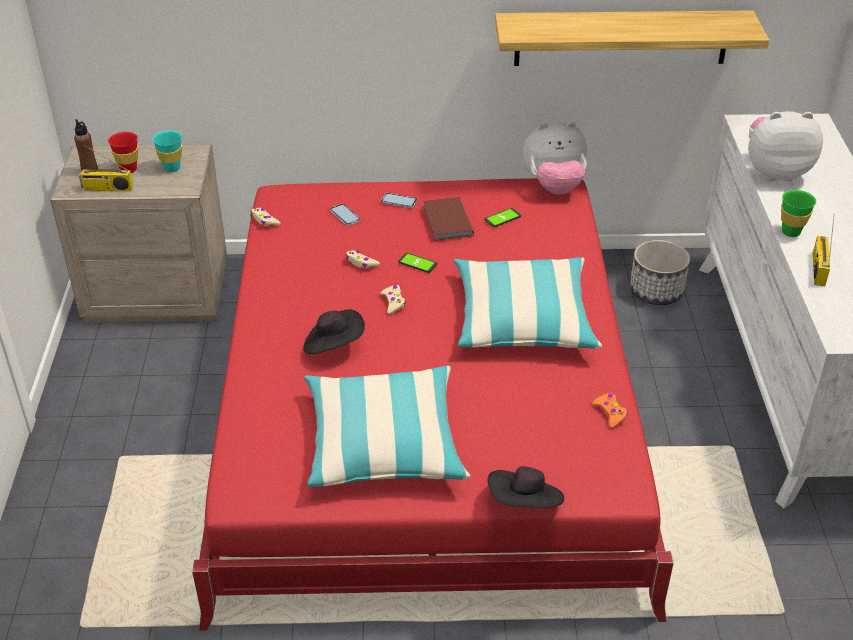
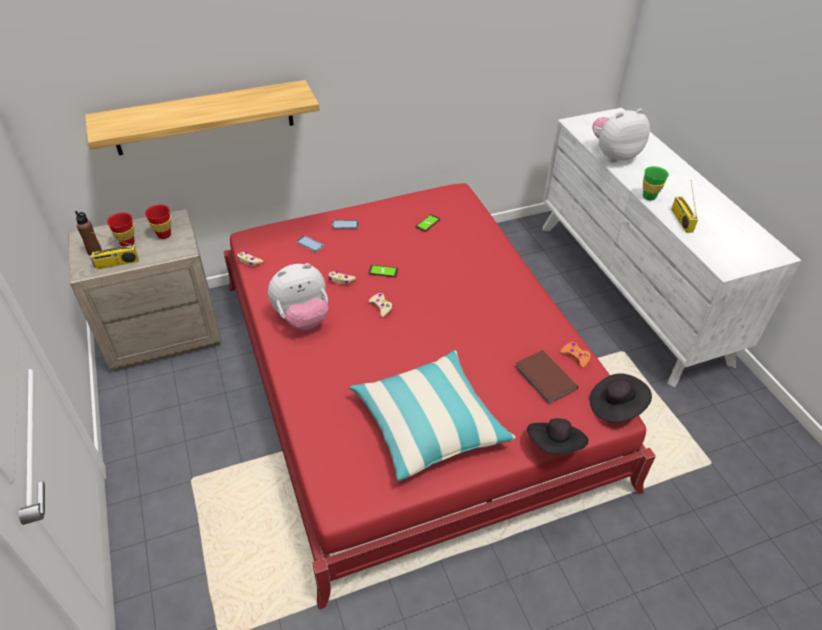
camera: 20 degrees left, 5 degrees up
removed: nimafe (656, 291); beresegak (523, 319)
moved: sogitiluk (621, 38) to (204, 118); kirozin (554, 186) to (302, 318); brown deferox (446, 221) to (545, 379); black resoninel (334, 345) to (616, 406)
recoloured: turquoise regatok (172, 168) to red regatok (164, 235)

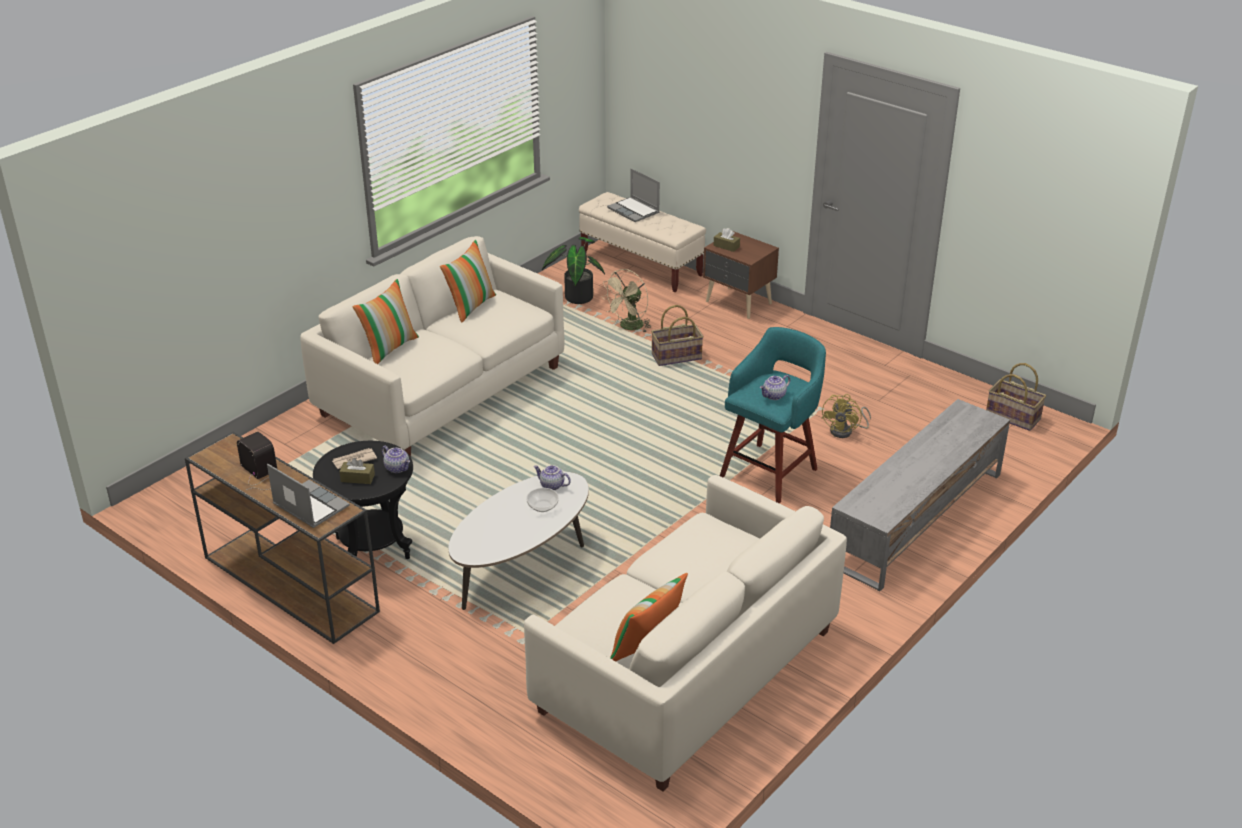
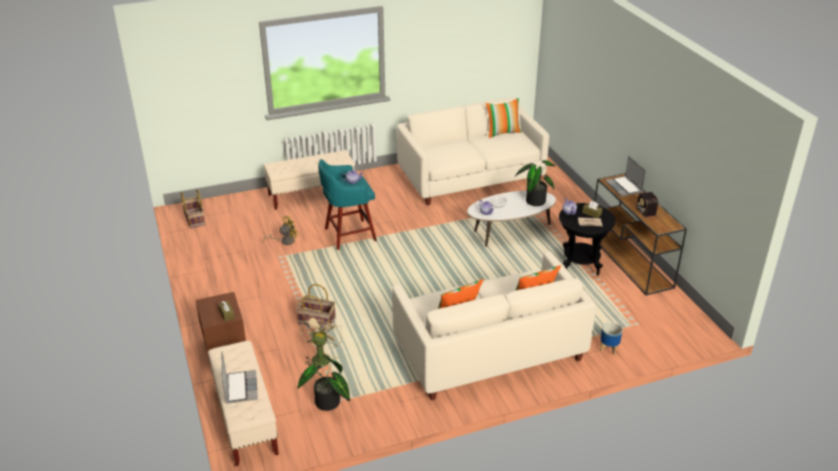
camera: 150 degrees left, 0 degrees up
added: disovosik (534, 200); nimafe (608, 349)
replaced: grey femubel (915, 518) to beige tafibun (311, 195)
turned: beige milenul (628, 327) = (321, 357) 60 degrees counterclockwise

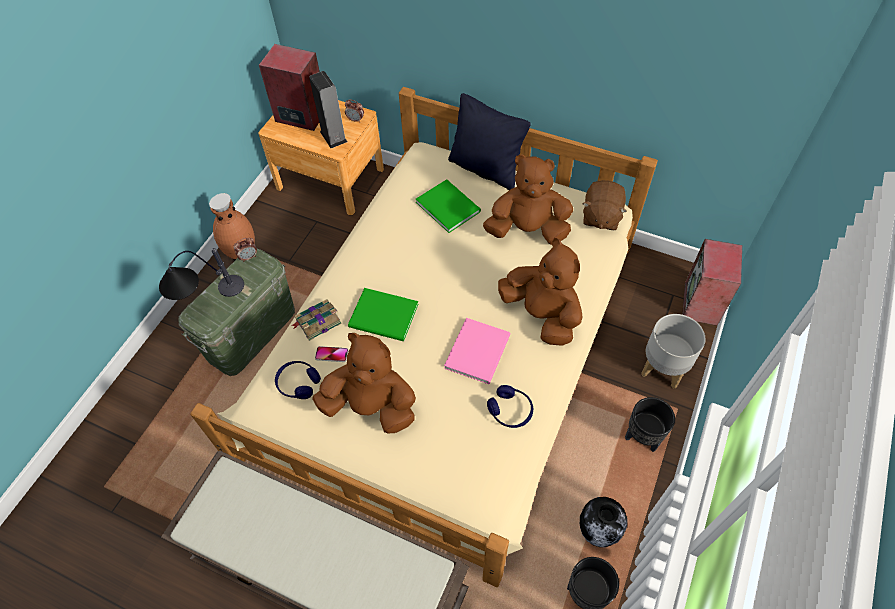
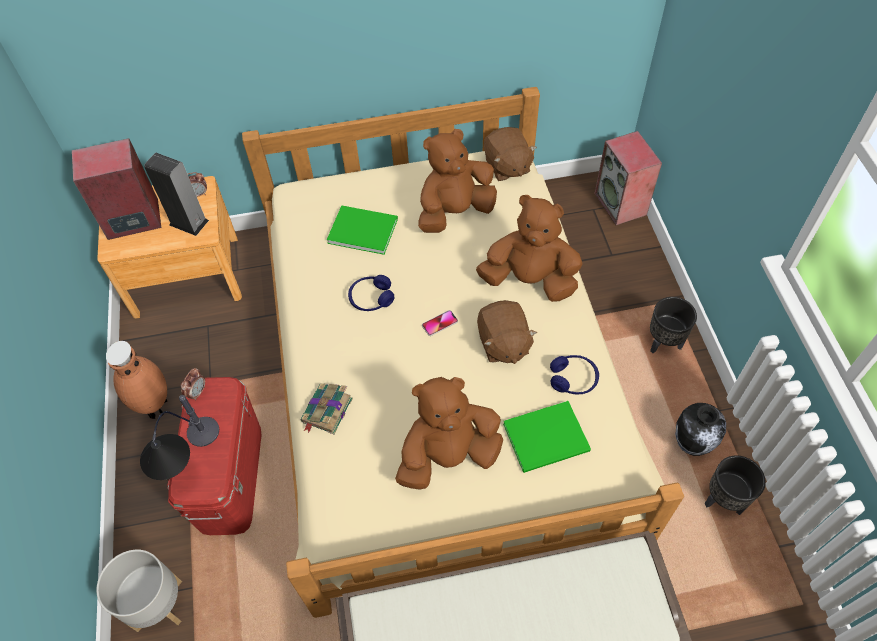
camera: 35 degrees left, 0 degrees up
removed: black beresegak (485, 169)
moved: green deferox (385, 317) to (549, 438); grey nimafe (662, 368) to (158, 605); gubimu (331, 354) to (440, 323); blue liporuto (298, 383) to (371, 298)
replaced: pink deferox (479, 350) to brown kirozin (503, 343)
recoloured: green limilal (251, 333) to red limilal (230, 477)

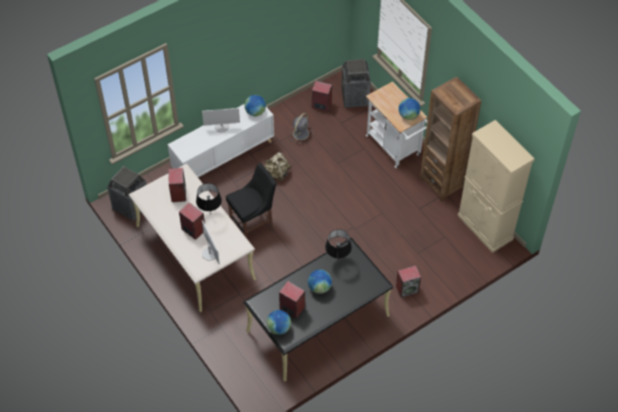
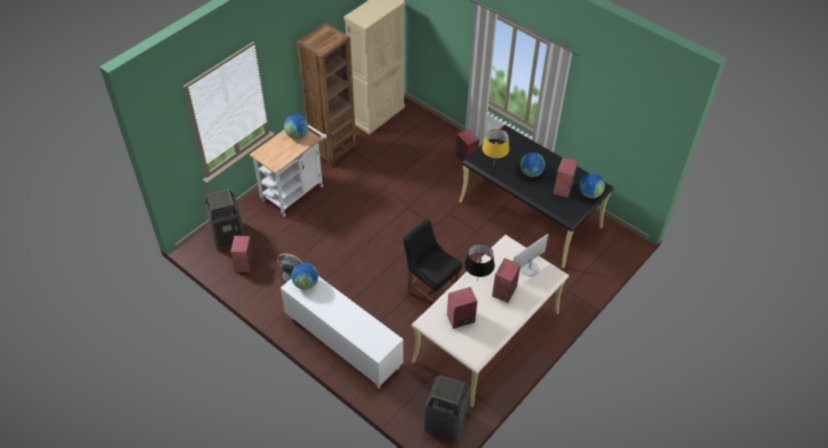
camera: 105 degrees left, 5 degrees down
removed: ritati (222, 126); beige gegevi (277, 173)
recoloured: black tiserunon (337, 260) to yellow tiserunon (493, 165)

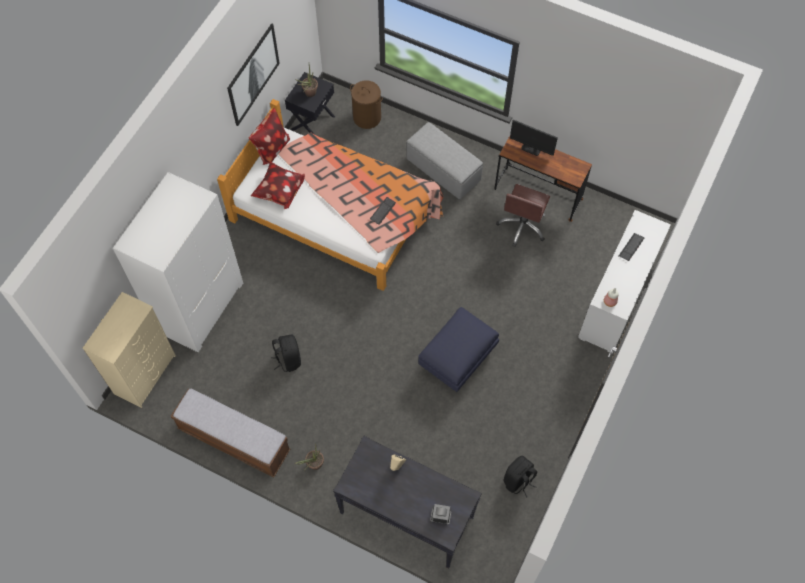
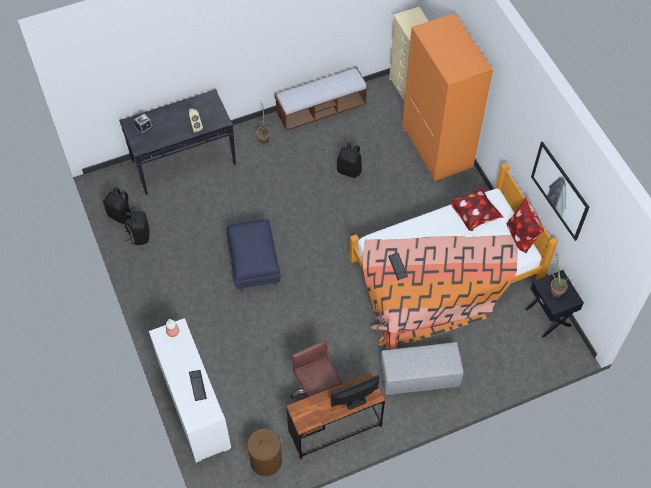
camera: 130 degrees right, 5 degrees down
added: black gegevi (121, 215)
moved: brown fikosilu (367, 117) to (266, 461)
recoloured: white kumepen (199, 306) to orange kumepen (437, 147)

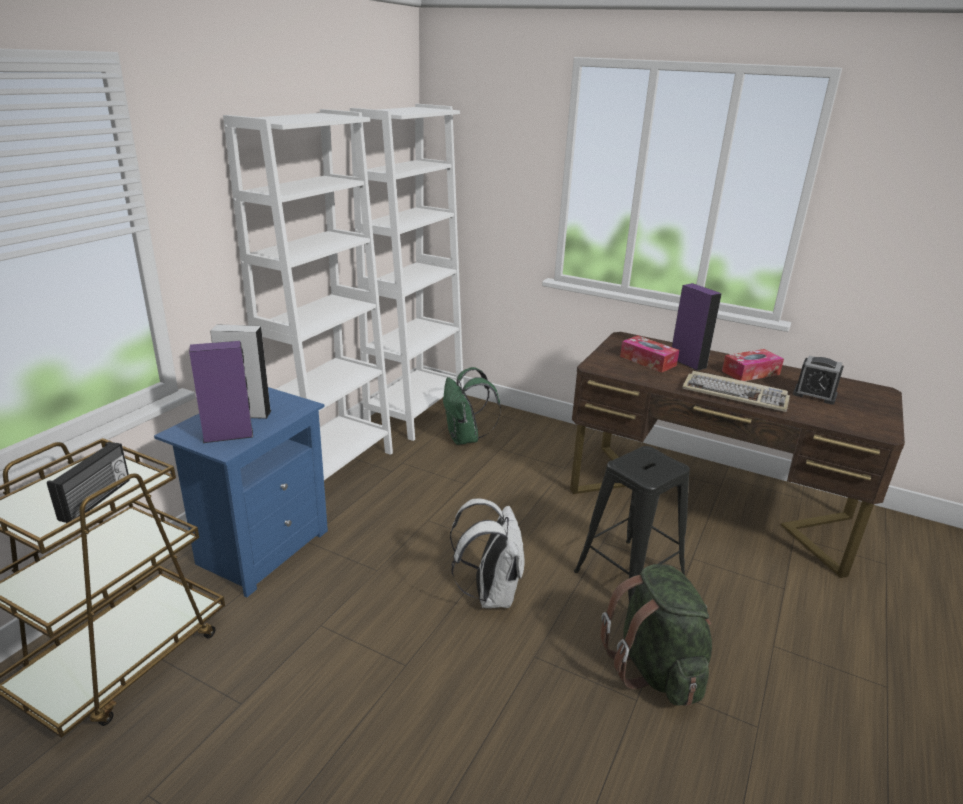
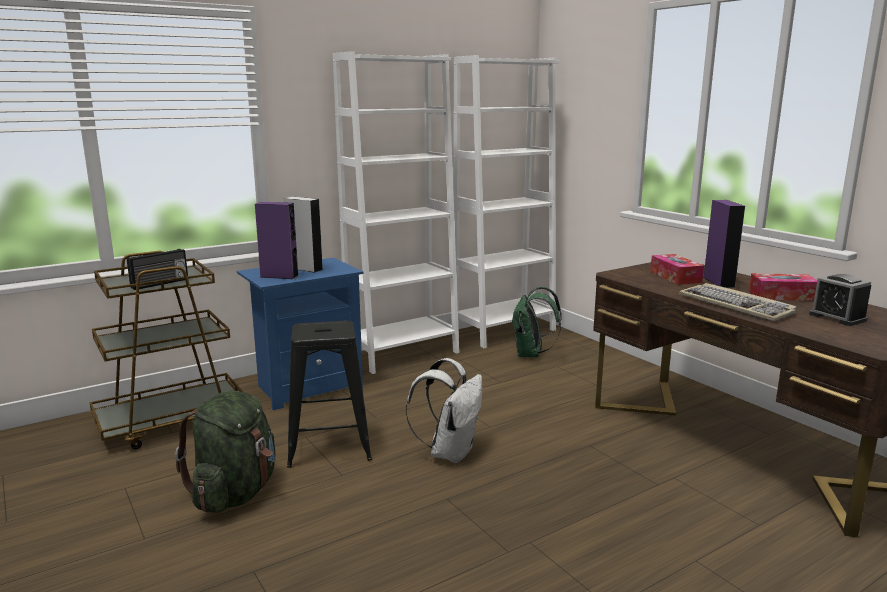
camera: 30 degrees right, 10 degrees down
moved: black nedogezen (629, 575) to (329, 446); green gegevi (655, 668) to (235, 493)

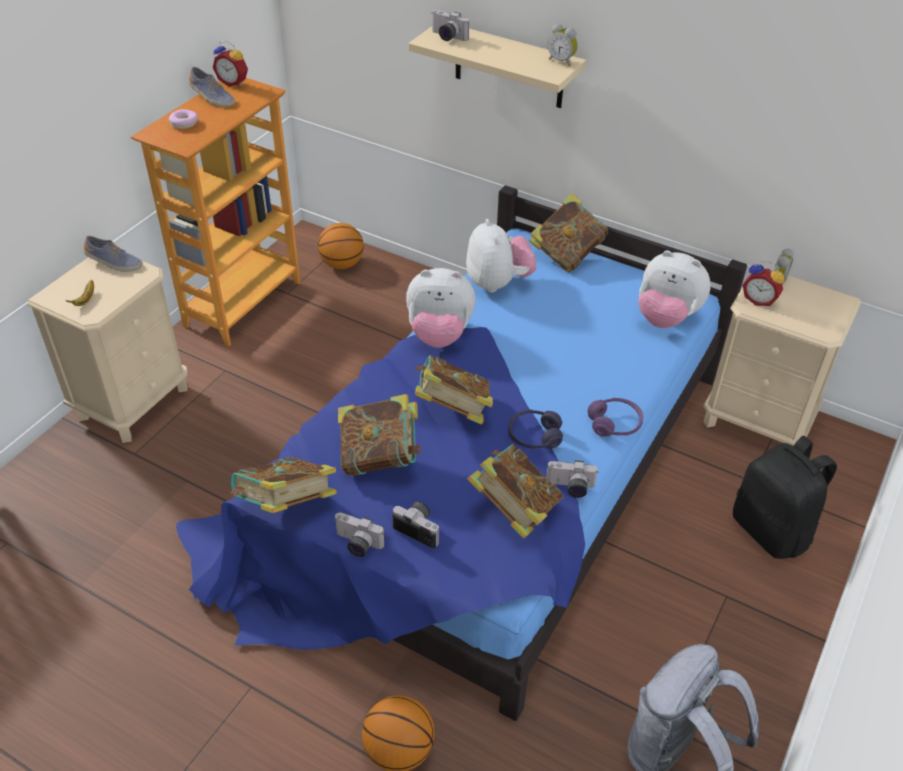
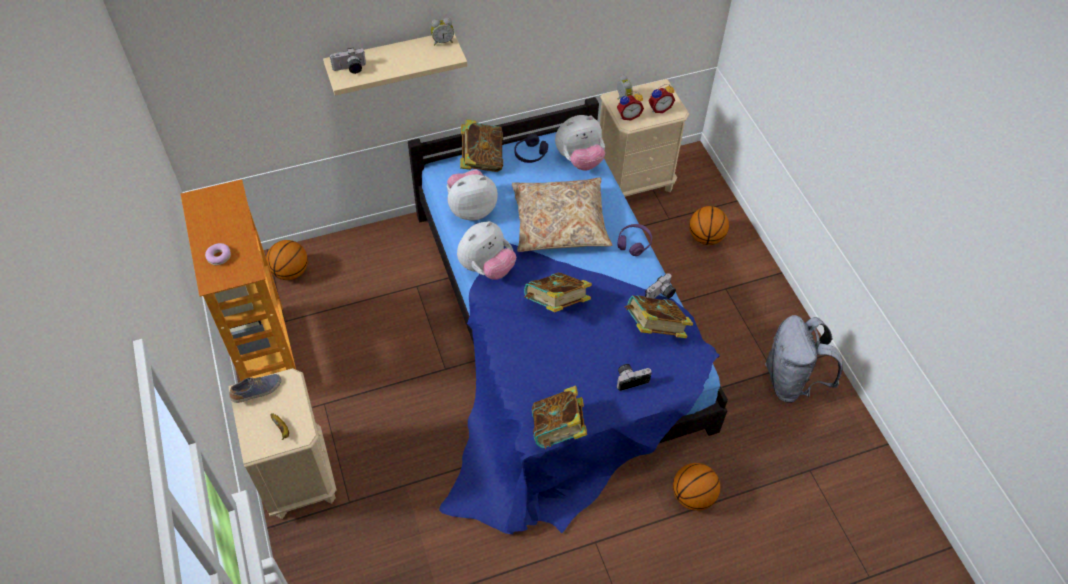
camera: 50 degrees left, 10 degrees up
removed: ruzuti (212, 98); deferox (380, 457); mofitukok (357, 544)
added: beige beresegak (560, 223)
moved: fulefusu (234, 82) to (659, 108); purple liporuto (534, 436) to (530, 154)
replaced: black gegevi (772, 530) to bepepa (706, 237)
turned: kirozin (498, 283) = (471, 209) 45 degrees counterclockwise

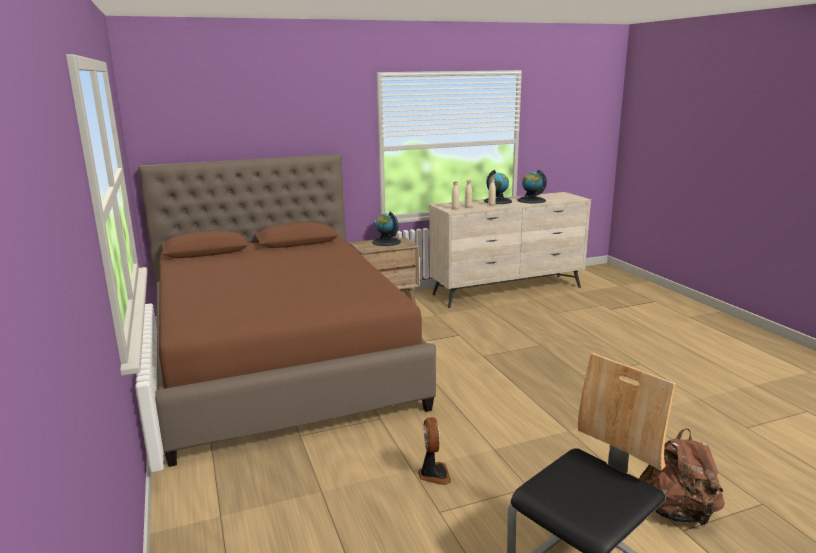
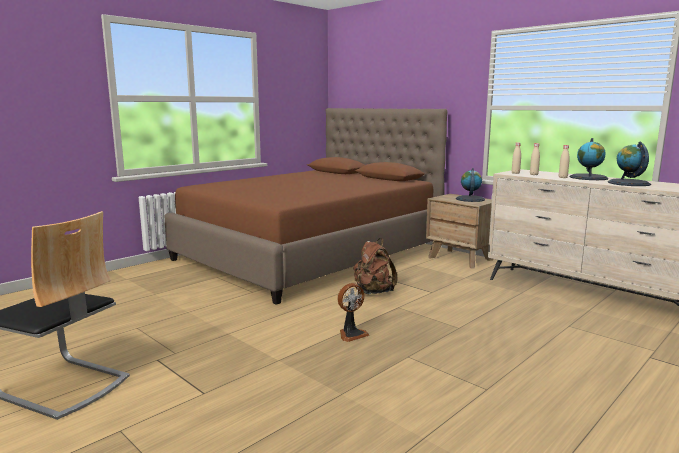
camera: 65 degrees right, 5 degrees down
moved: milenul (433, 474) to (351, 334); brown gegevi (677, 513) to (373, 292)

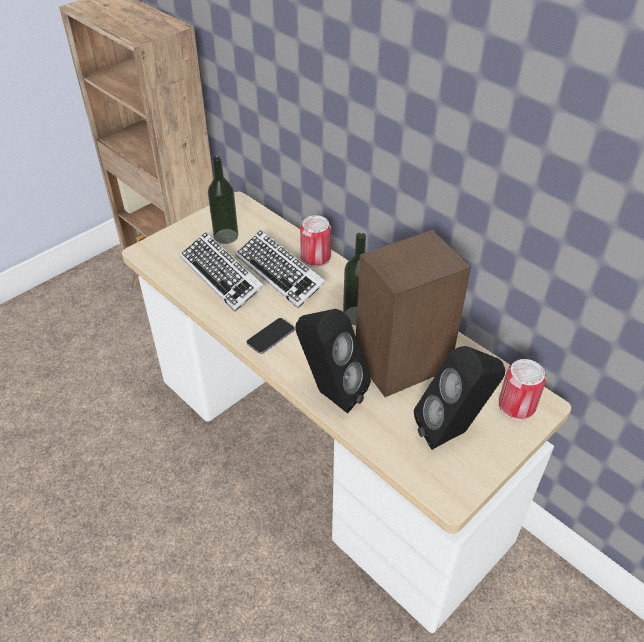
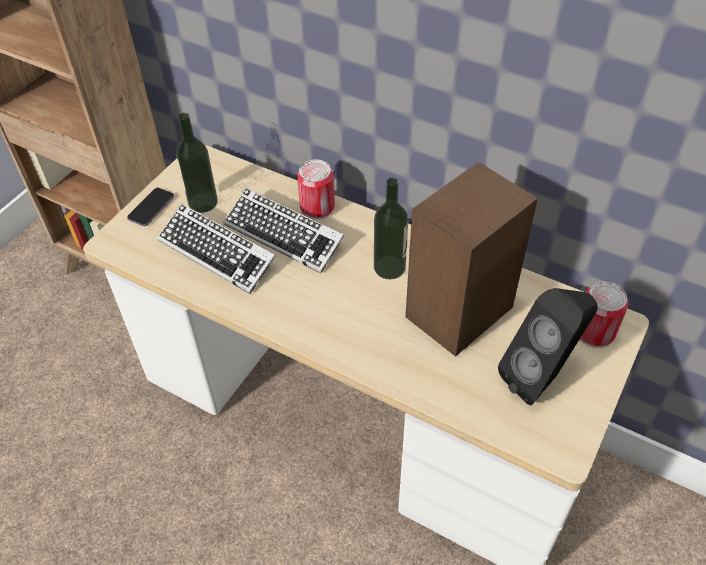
camera: 15 degrees left, 5 degrees up
removed: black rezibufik (330, 393)
moved: gubimu (270, 337) to (151, 208)

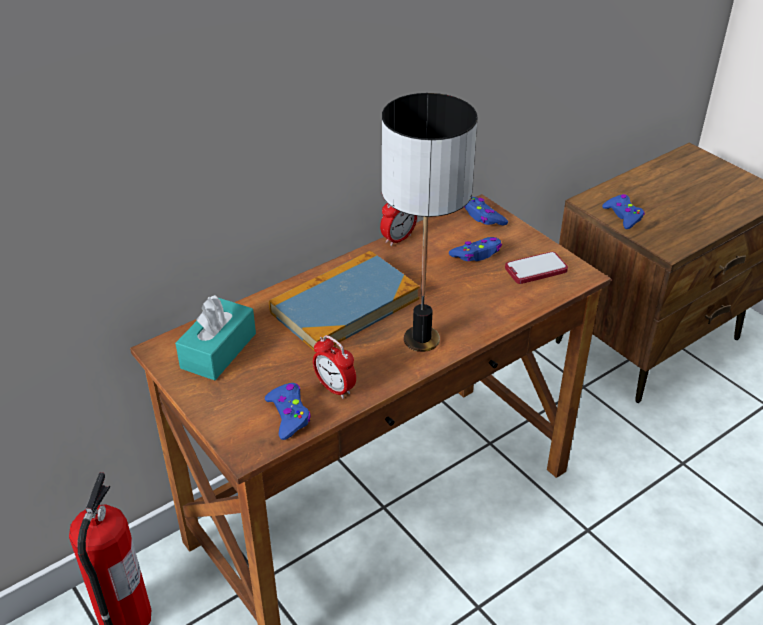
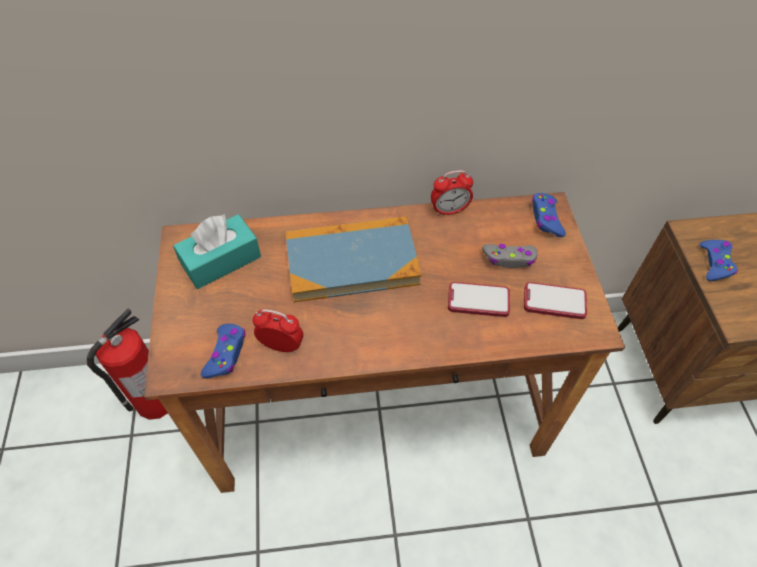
camera: 30 degrees right, 15 degrees up
removed: tiserunon (420, 340)
added: gubimu (478, 300)
recoloured: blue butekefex (477, 254) to grey butekefex (509, 259)
turned: fulefusu (335, 388) = (281, 345) 120 degrees clockwise

